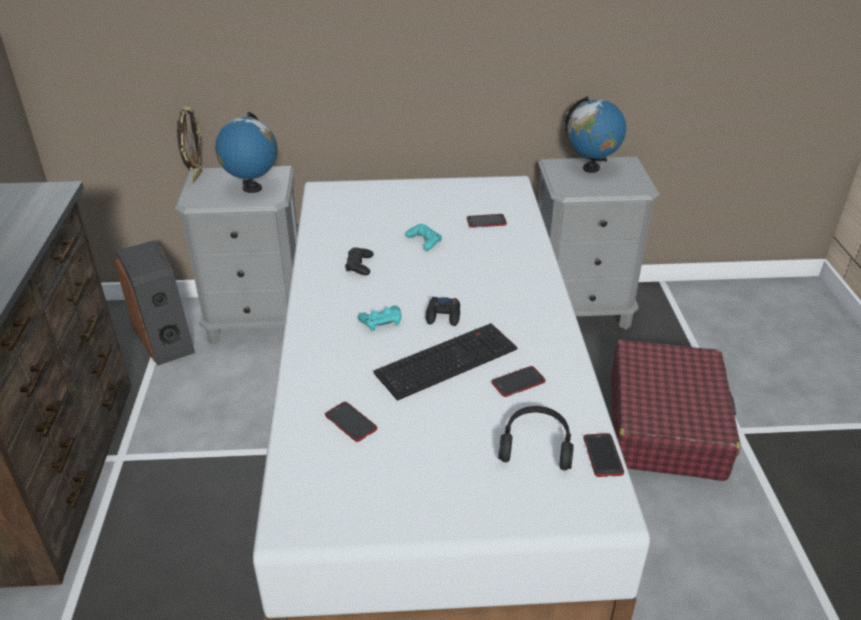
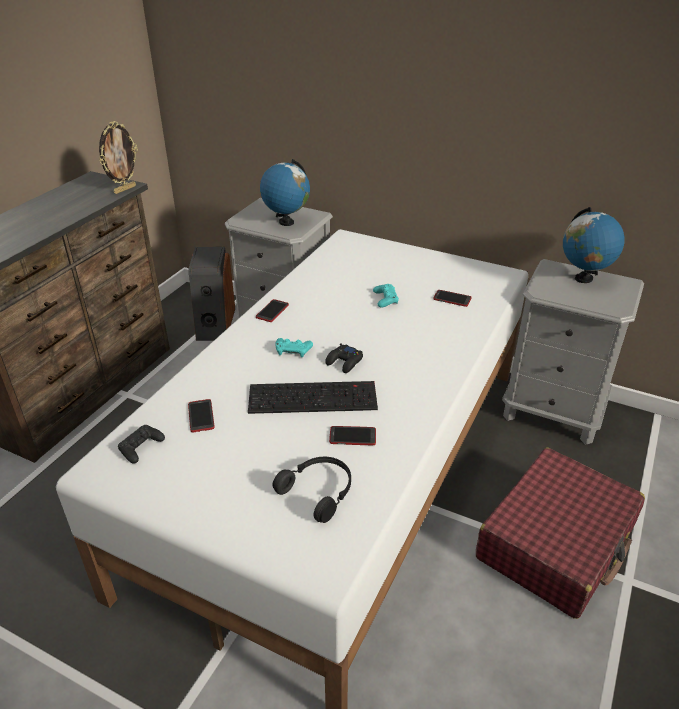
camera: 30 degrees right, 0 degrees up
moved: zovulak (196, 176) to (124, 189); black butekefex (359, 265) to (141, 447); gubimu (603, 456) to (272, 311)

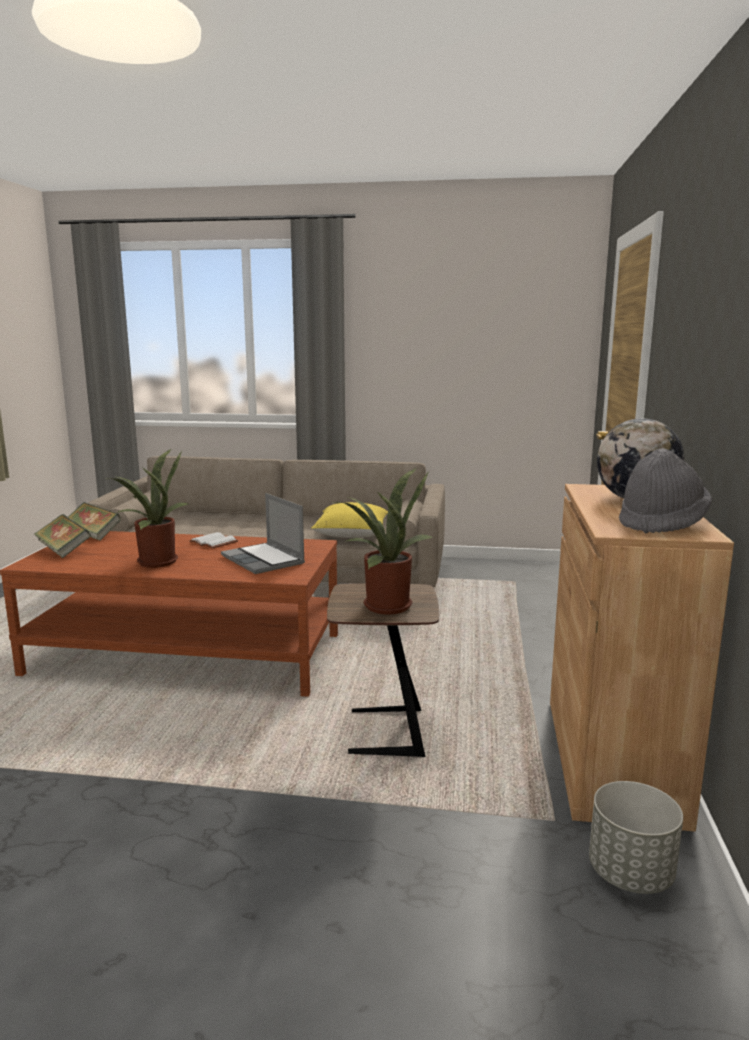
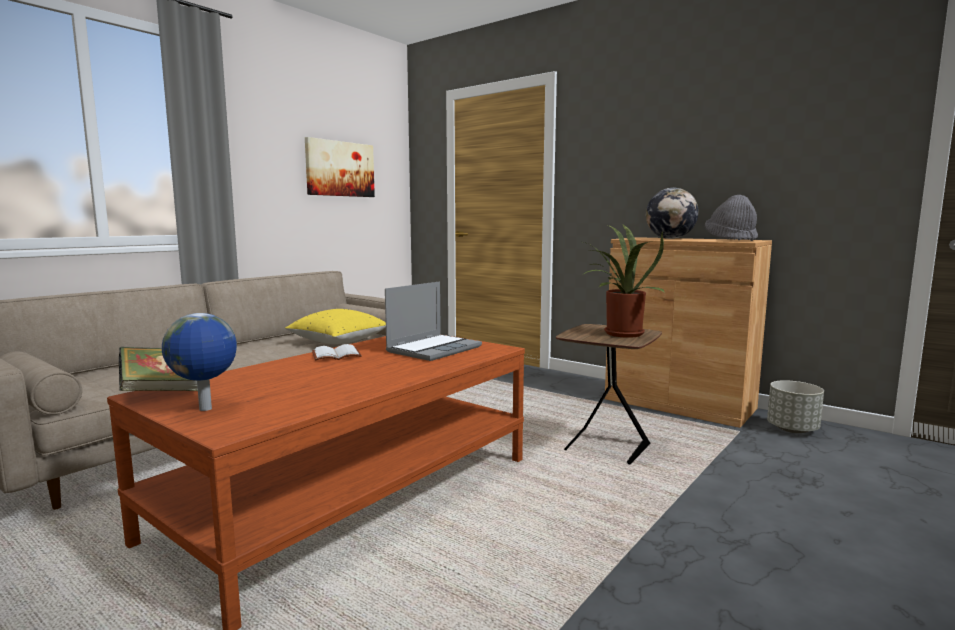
camera: 60 degrees left, 5 degrees down
removed: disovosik (154, 561)
added: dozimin (340, 169)
replaced: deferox (64, 551) to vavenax (206, 409)
turned: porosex (264, 560) = (434, 349) 45 degrees counterclockwise

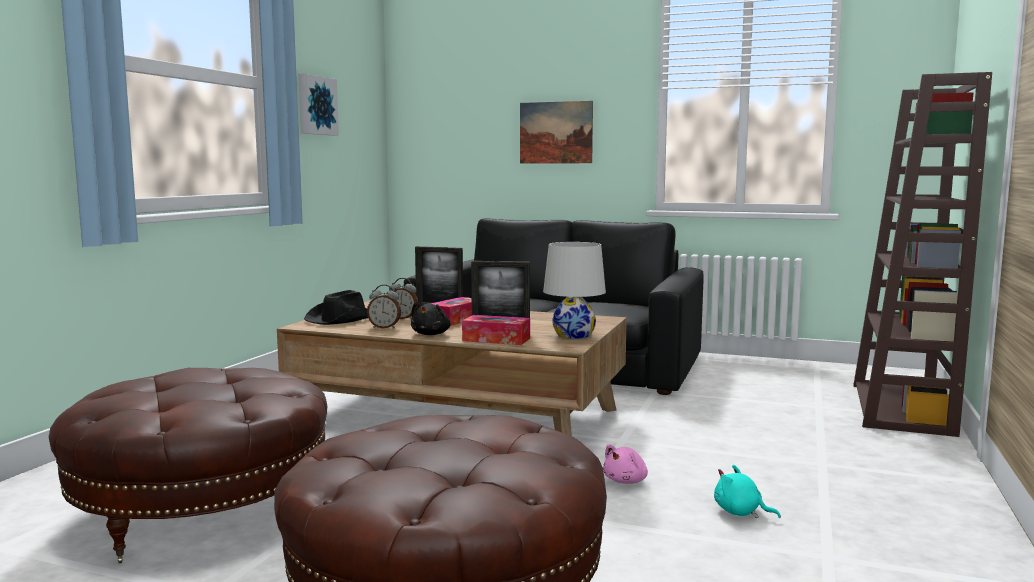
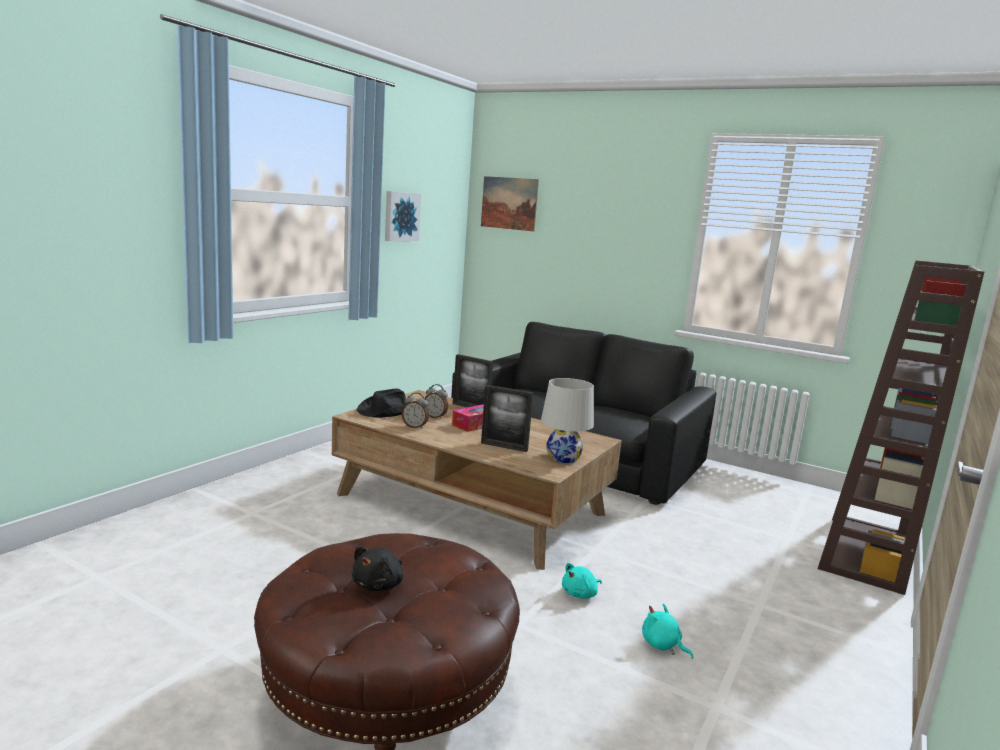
camera: 10 degrees right, 5 degrees up
removed: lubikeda (496, 339); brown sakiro (203, 512)
moved: dozimin (556, 132) to (509, 203); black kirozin (431, 334) to (379, 585)
recoloured: pink kirozin (626, 481) to turquoise kirozin (580, 594)

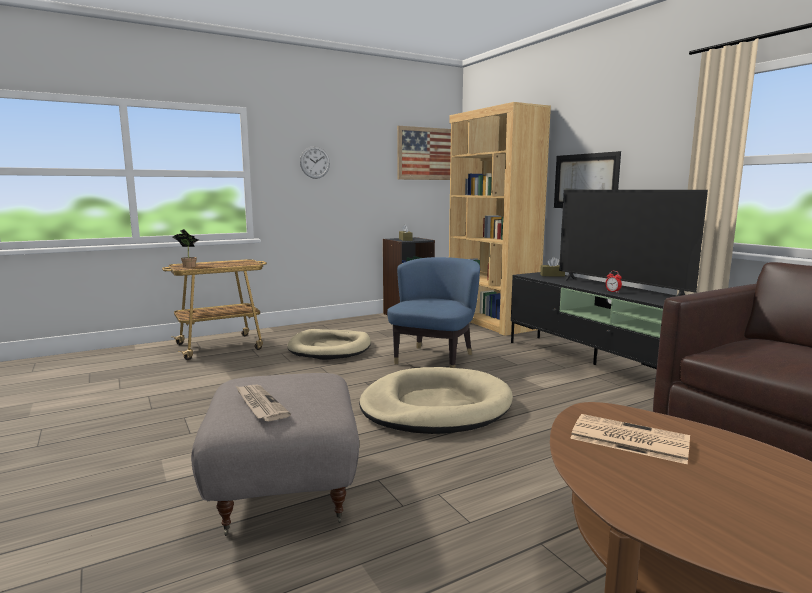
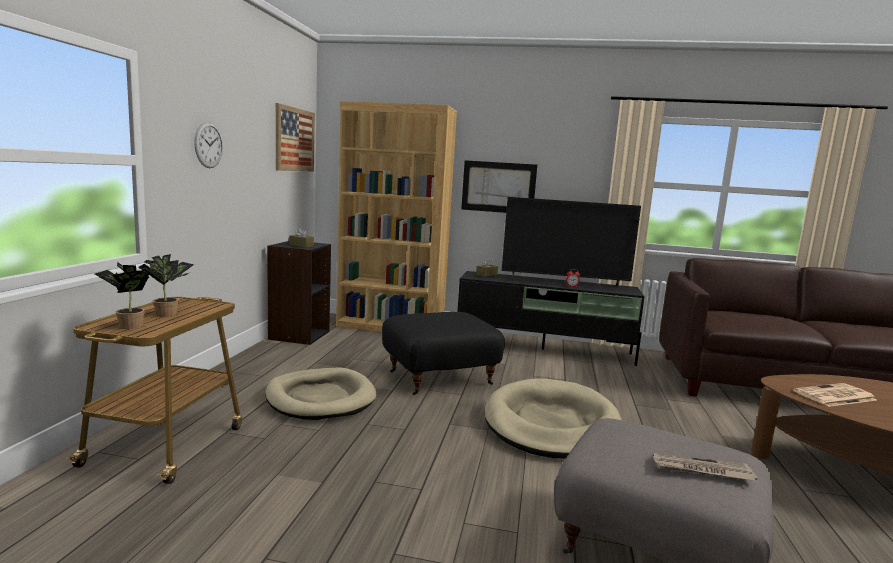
camera: 50 degrees left, 0 degrees up
added: disovosik (168, 313)
replaced: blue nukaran (435, 358) to black sakiro (439, 377)

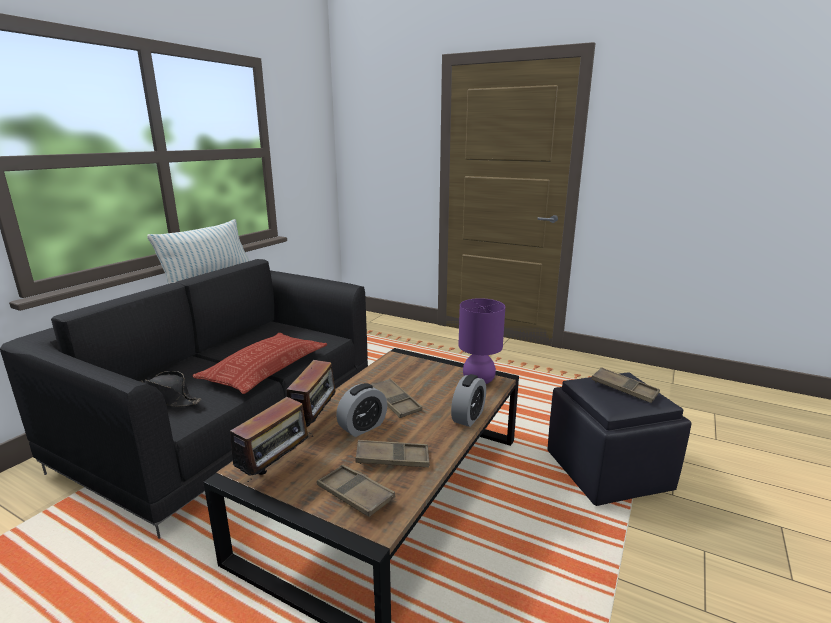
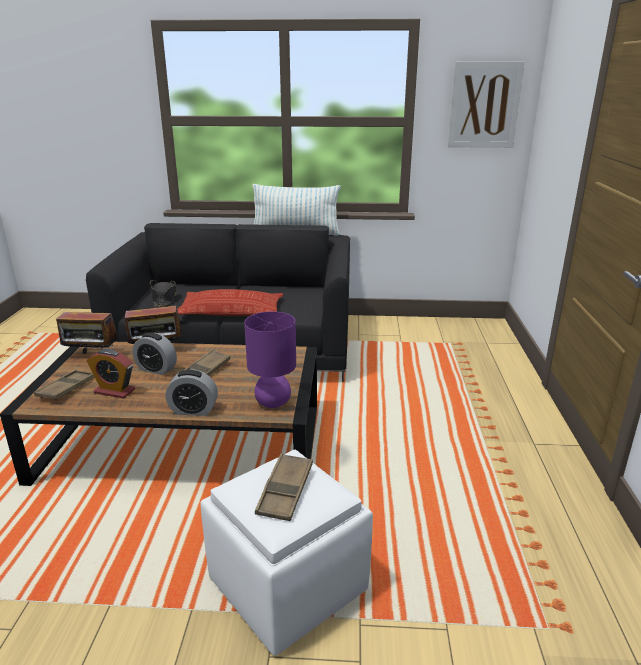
camera: 65 degrees right, 5 degrees up
added: dozimin (484, 105)
replaced: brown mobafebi (392, 459) to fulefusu (114, 391)
recoloured: black sakiro (607, 472) to white sakiro (286, 585)

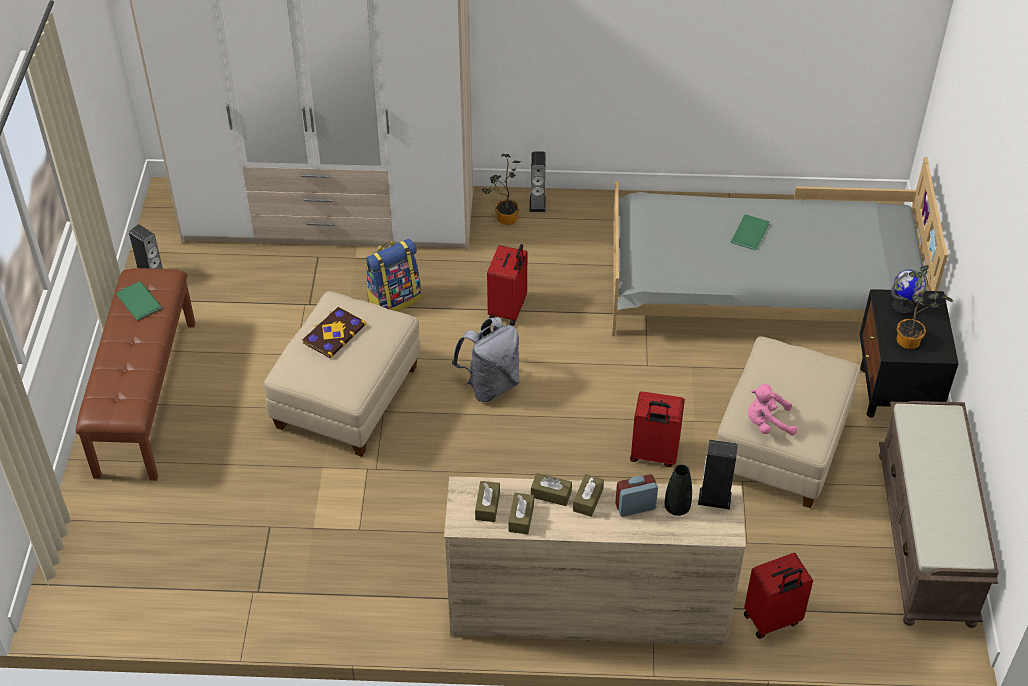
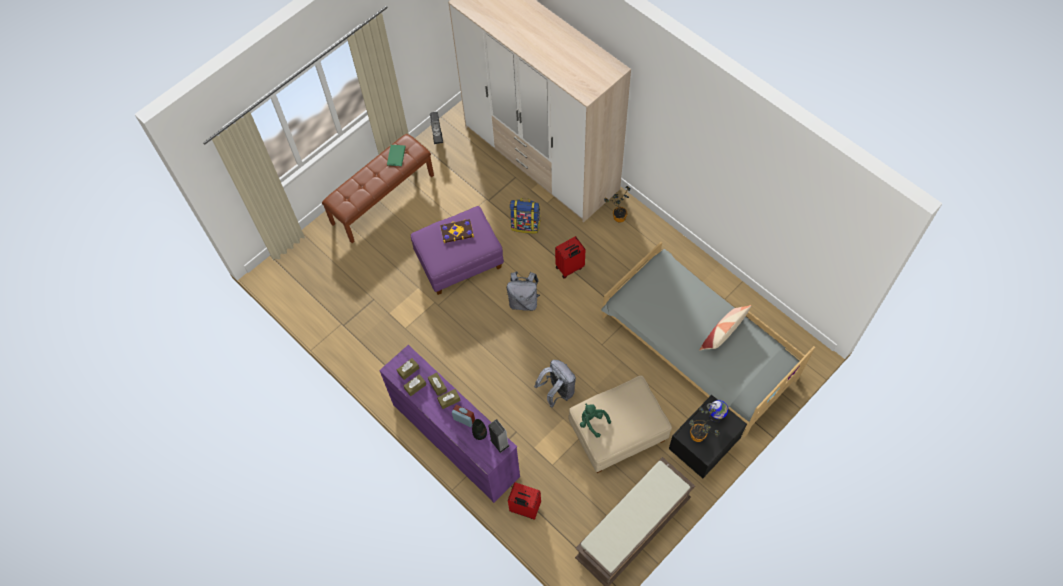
camera: 45 degrees right, 15 degrees up
removed: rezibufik (537, 204); green deferox (751, 232)
added: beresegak (723, 333)
replaced: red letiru (653, 455) to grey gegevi (557, 391)
recoloured: beige sakiro (347, 398) to purple sakiro (459, 261); pink kirozin (767, 423) to green kirozin (592, 422); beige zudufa (587, 610) to purple zudufa (456, 439)

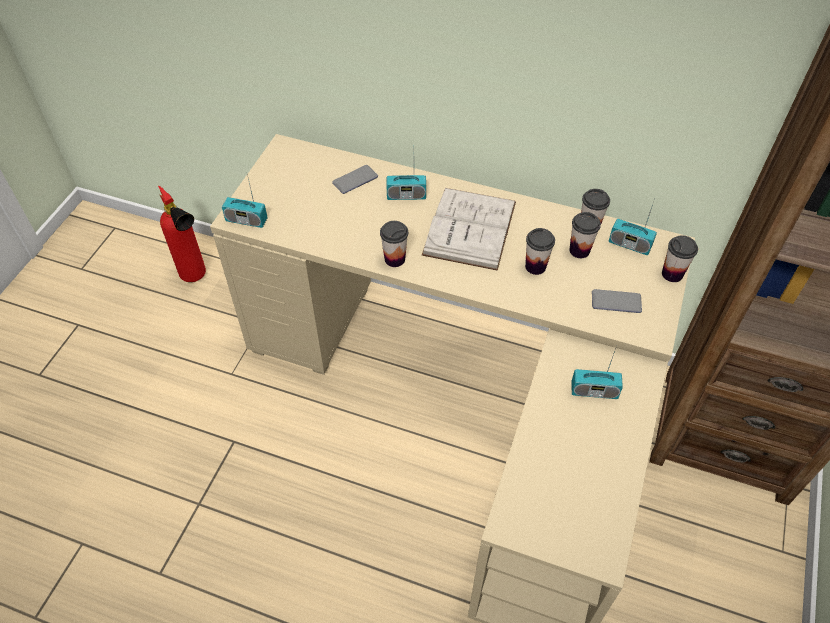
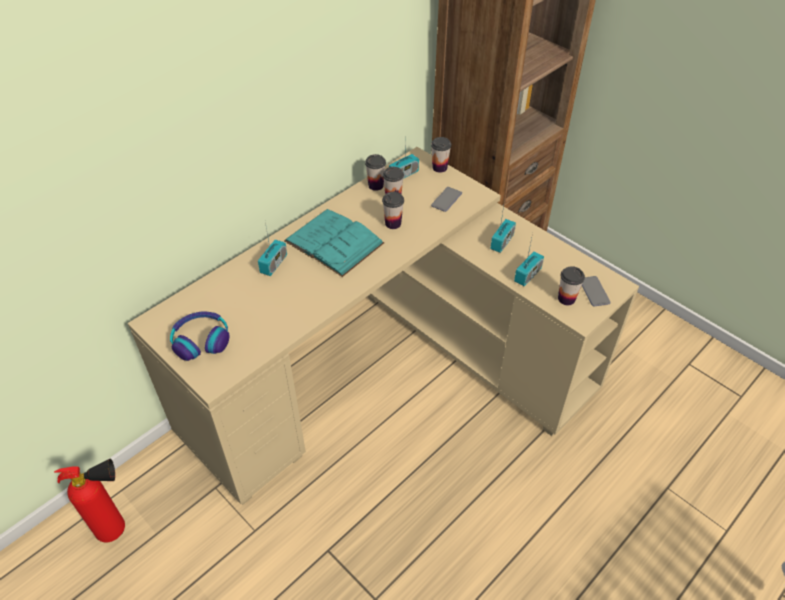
camera: 65 degrees left, 5 degrees down
added: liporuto (201, 340)
moved: gubimu (355, 180) to (594, 291); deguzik (246, 220) to (527, 275); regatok (394, 259) to (566, 299)
recoloured: white deferox (470, 228) to turquoise deferox (334, 242)

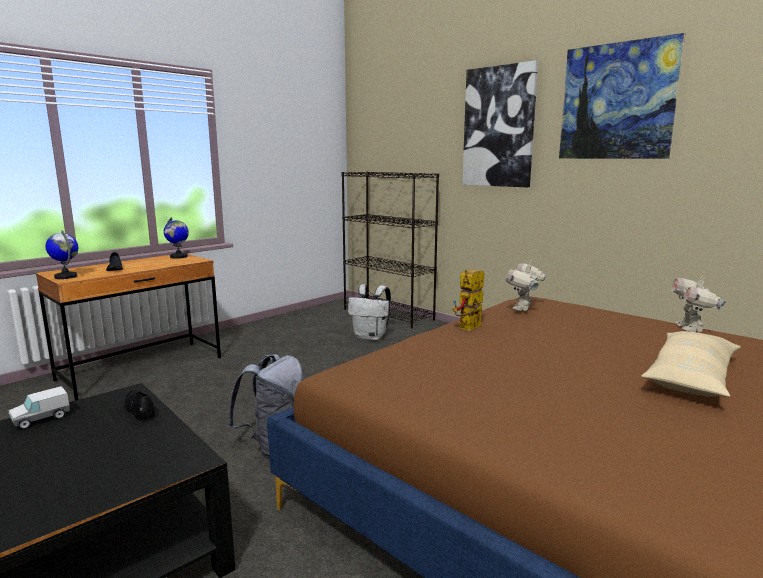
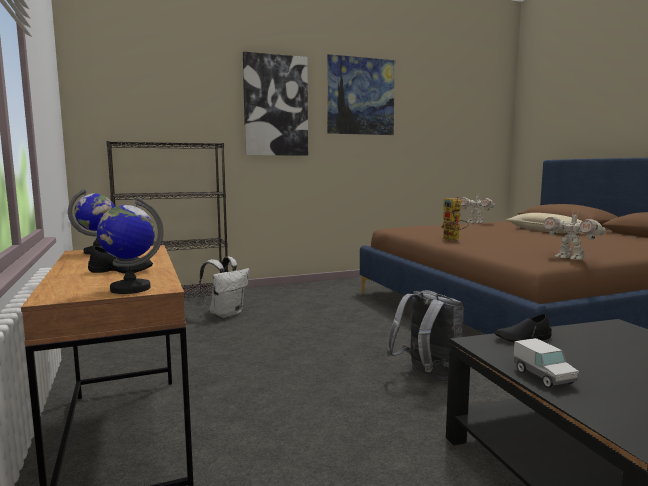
camera: 65 degrees left, 5 degrees down
moved: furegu (523, 308) to (570, 258)

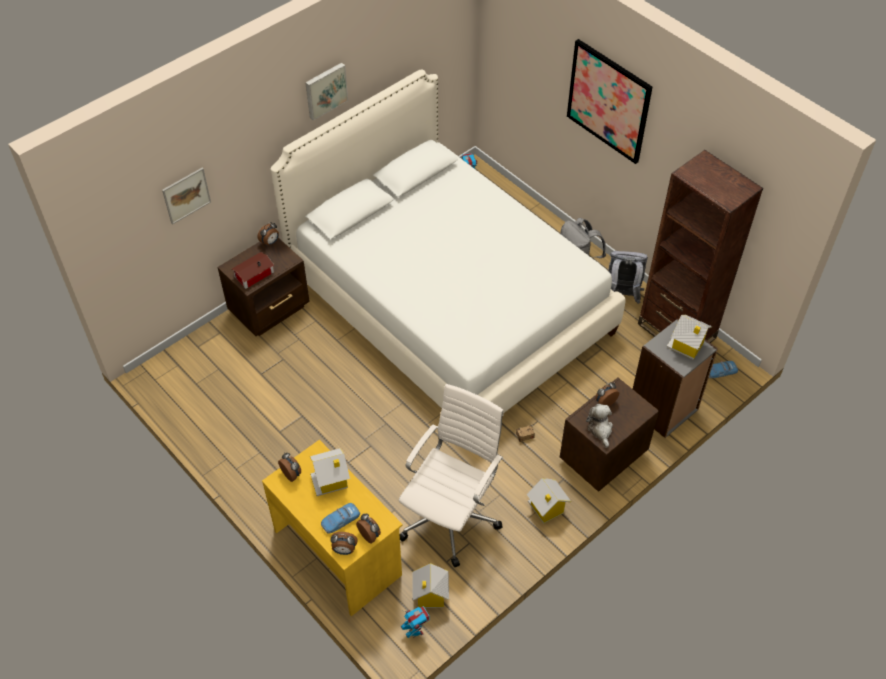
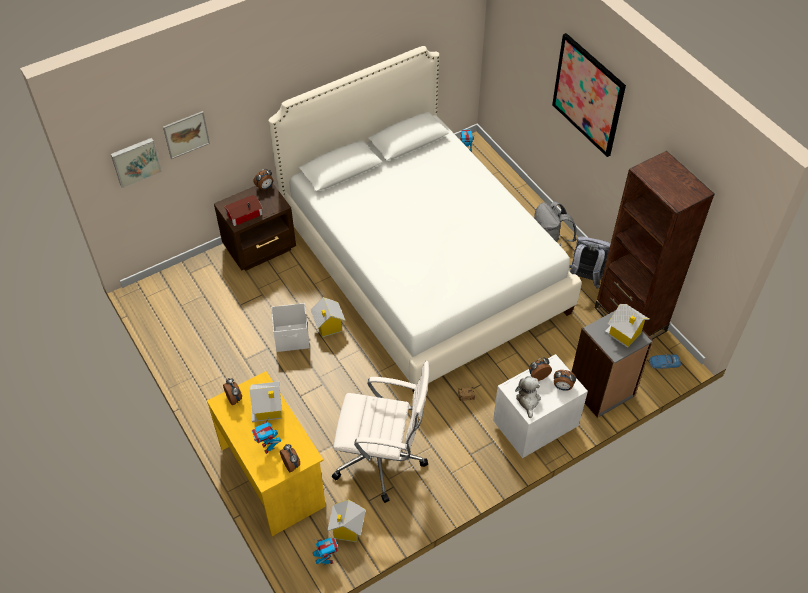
camera: 10 degrees right, 0 degrees up
added: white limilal (292, 338)
moved: dozimin (325, 90) to (135, 161); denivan (546, 509) to (328, 326); fulefusu (344, 550) to (562, 387)
replaced: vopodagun (340, 520) to furegu (268, 447)
recoloured: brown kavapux (601, 457) to white kavapux (533, 426)
turned: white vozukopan (451, 516) = (382, 459) 60 degrees clockwise

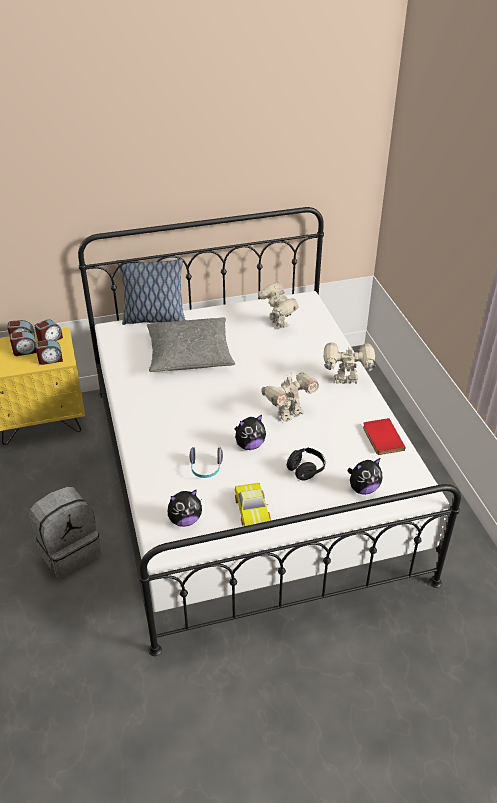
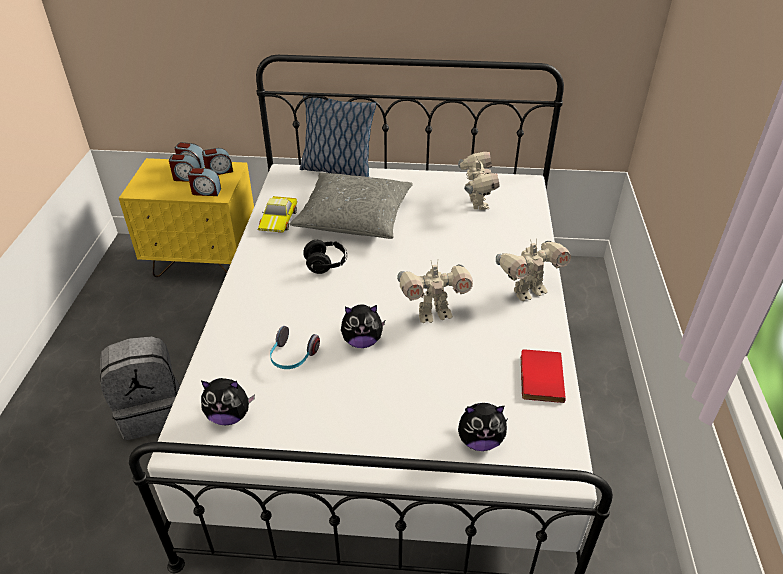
camera: 20 degrees right, 0 degrees up
moved: black liporuto (306, 470) to (326, 265); vopodagun (253, 510) to (279, 220)
turned: furegu (346, 381) = (528, 291) 135 degrees clockwise

